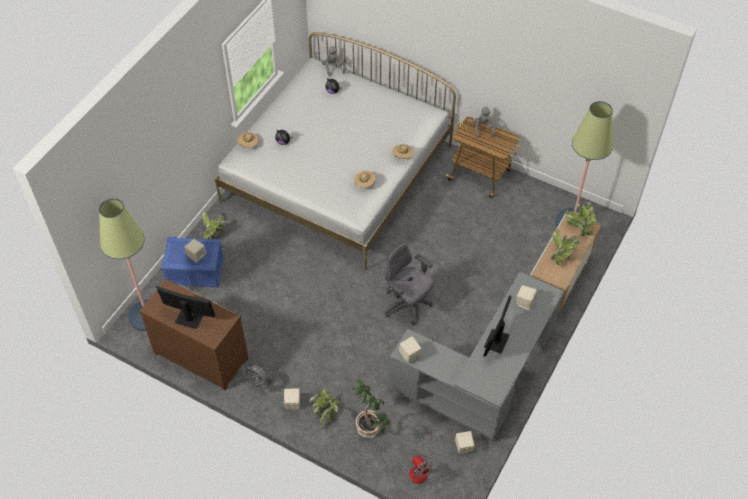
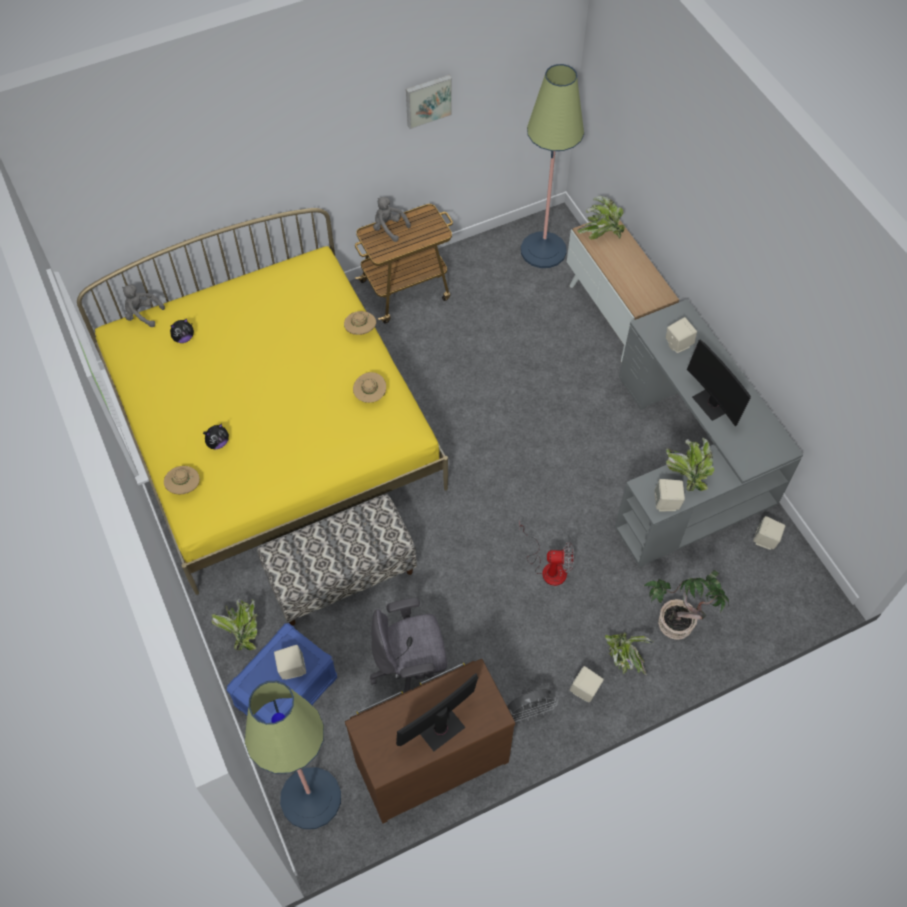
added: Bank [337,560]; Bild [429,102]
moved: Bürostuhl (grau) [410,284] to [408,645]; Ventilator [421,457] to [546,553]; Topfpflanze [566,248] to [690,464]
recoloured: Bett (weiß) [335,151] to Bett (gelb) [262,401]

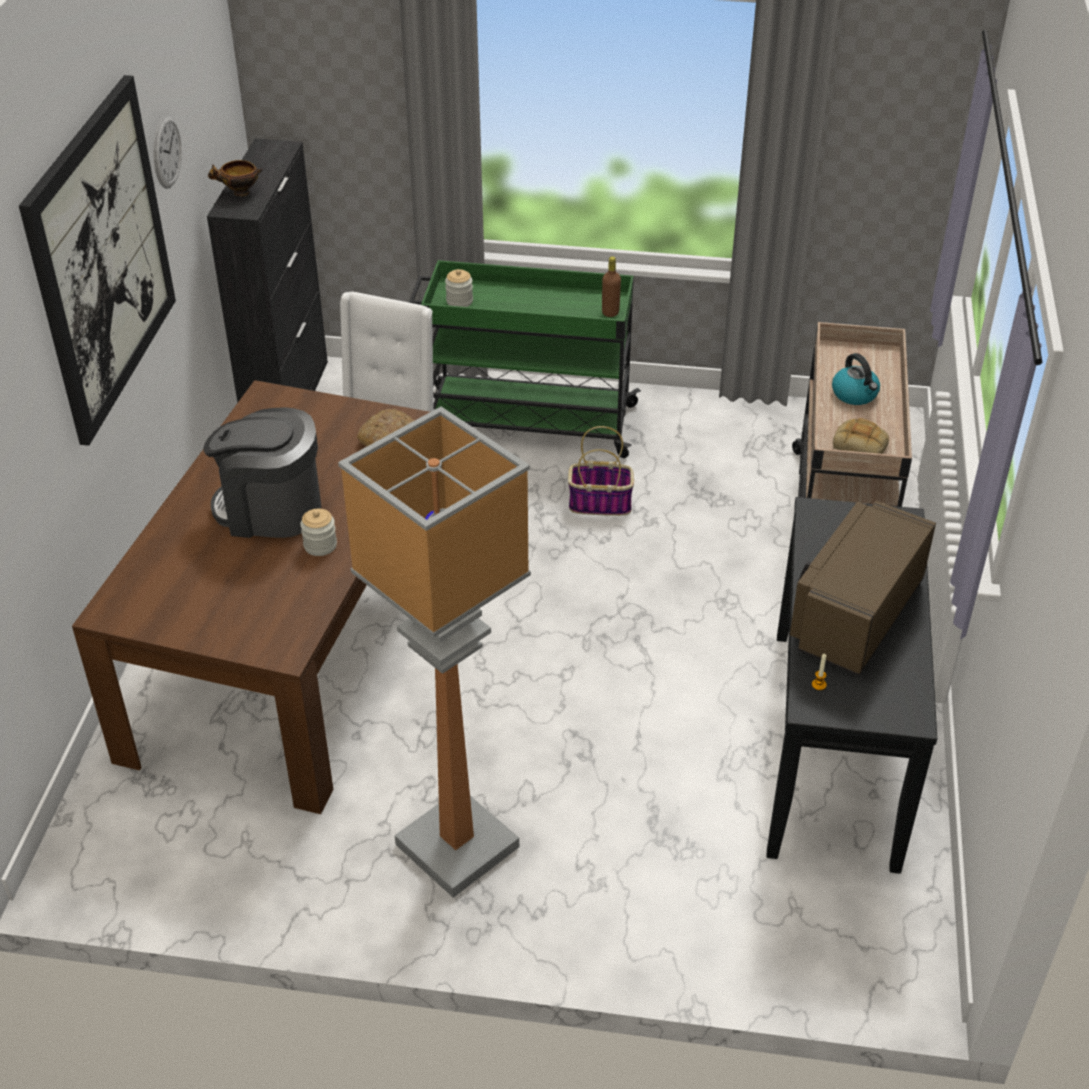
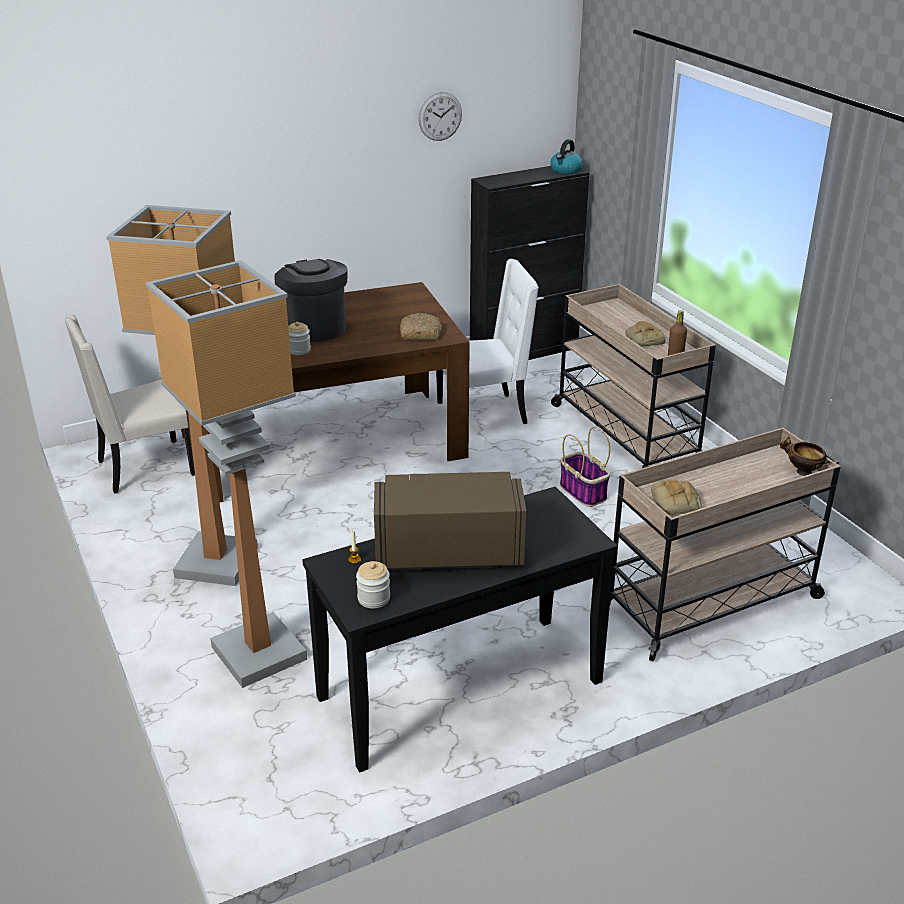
removed: Bild [97,260]
added: Stuhl (beige) [129,404]; Stehlampe [226,474]; Brot [645,334]
moved: Schüssel [235,178] to [805,456]; Vorratsglas [459,288] to [373,584]; Wasserkessel [856,379] to [566,156]
recoloured: Rollwagen (grün) [525,359] to Rollwagen (beige) [633,376]

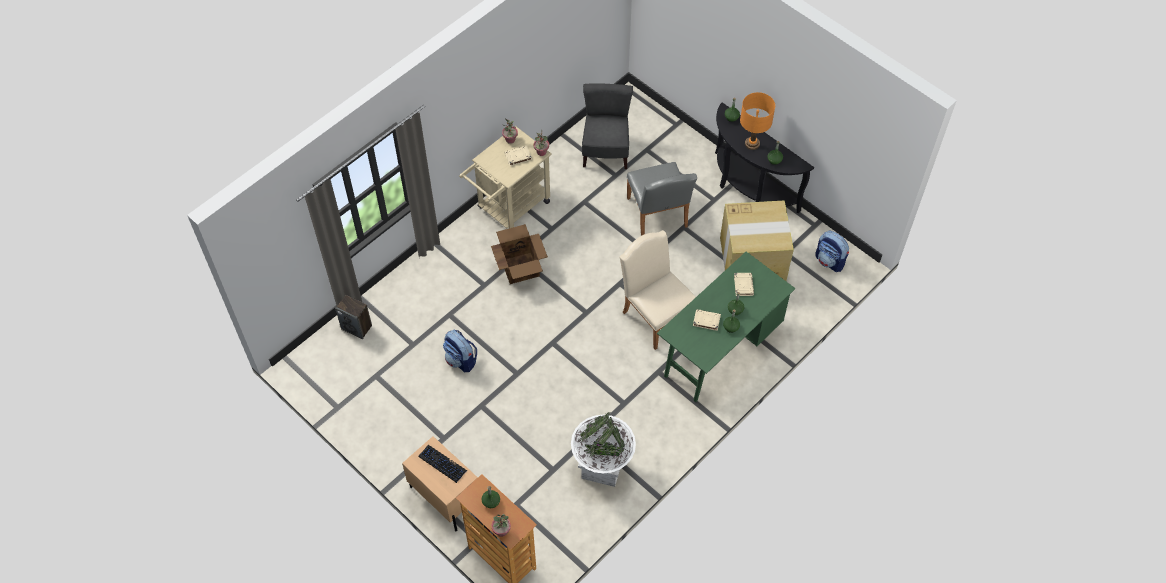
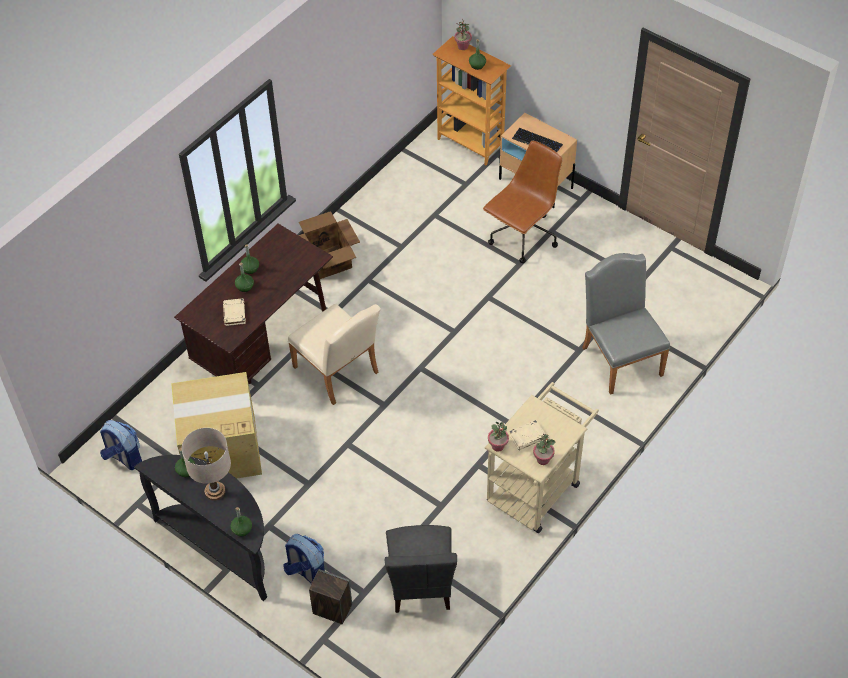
removed: Pflanzkübel (weiß) [603,449]; Buch (beige) [707,320]
added: Bürostuhl (braun) [522,202]
moved: Lautsprecher [353,317] to [330,596]; Rucksack [460,351] to [304,559]; Karton [519,254] to [329,245]; Stuhl (grau) [662,199] to [626,324]
recoloured: Schreibtisch (grün) [726,326] to Schreibtisch (braun) [253,304]; Tischlampe (orange) [757,121] to Tischlampe (beige) [206,464]

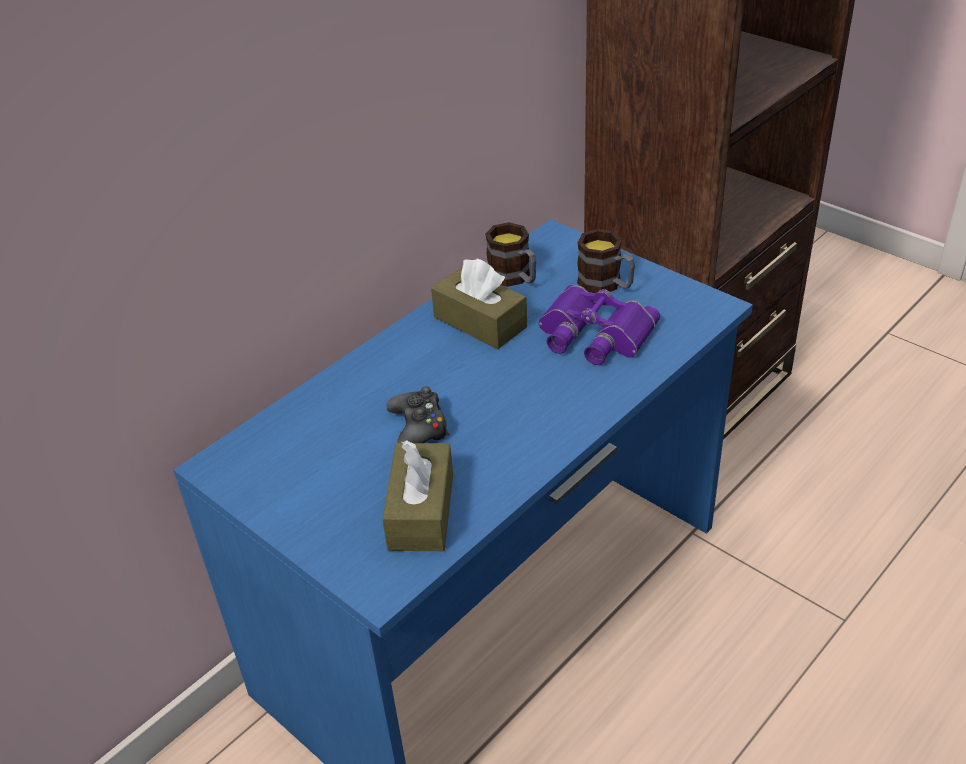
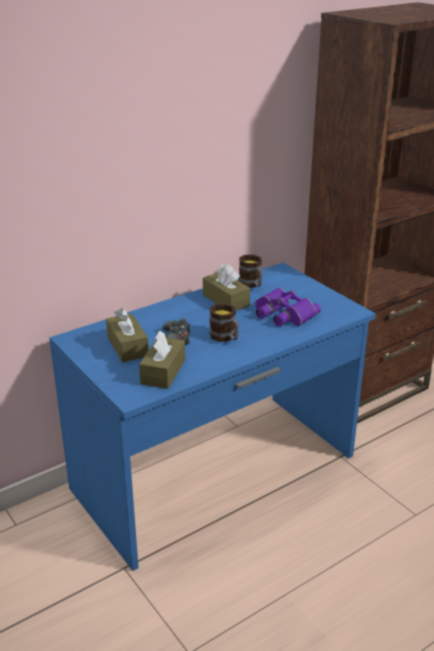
added: Taschentuchbox (braun) [127,335]
moved: Henkelbecher [606,261] to [224,322]

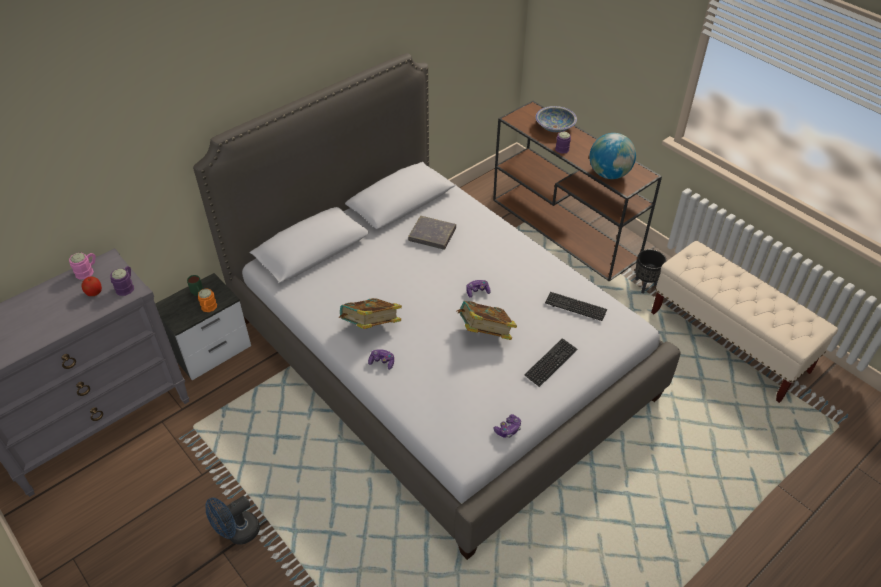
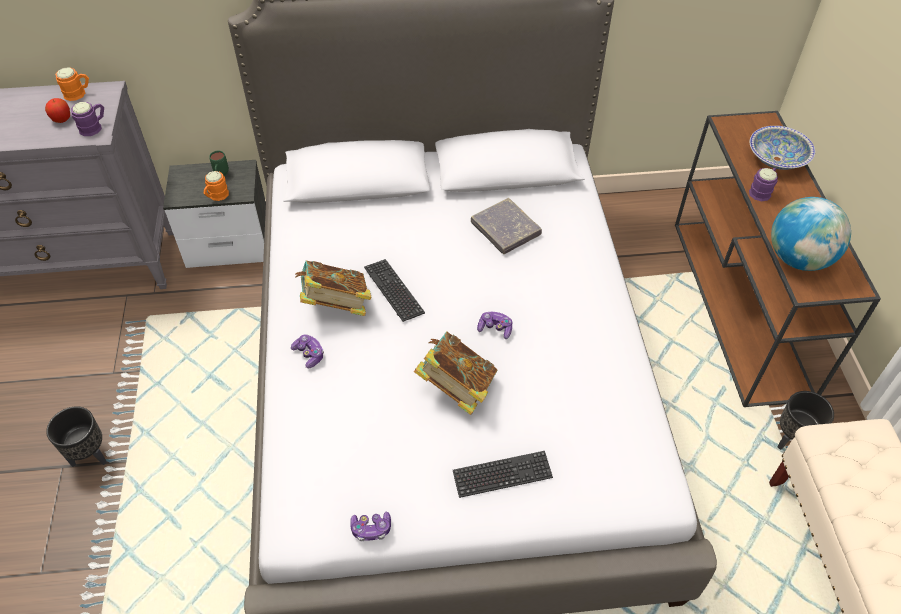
moved: Tastatur [576,306] to [394,290]
replaced: Ventilator (blau) [232,520] to Pflanzkübel (schwarz) [76,436]
recoloured: Henkelbecher (rosa) [82,266] to Henkelbecher (orange) [72,84]

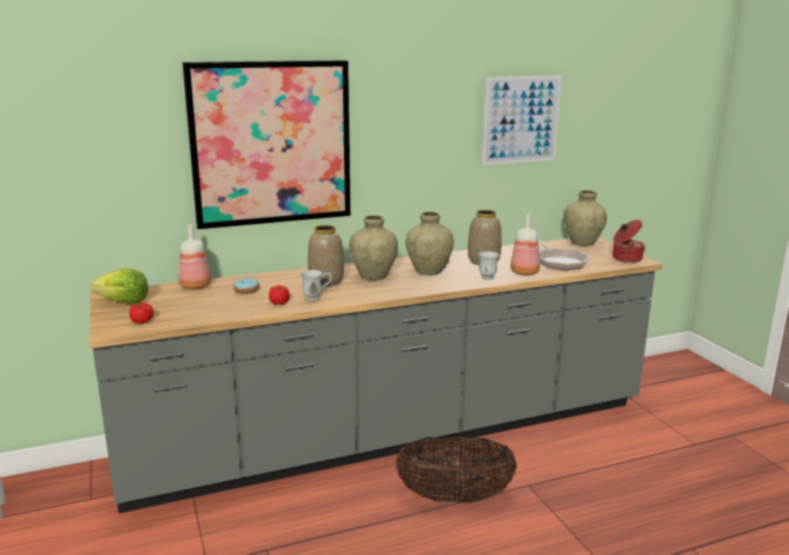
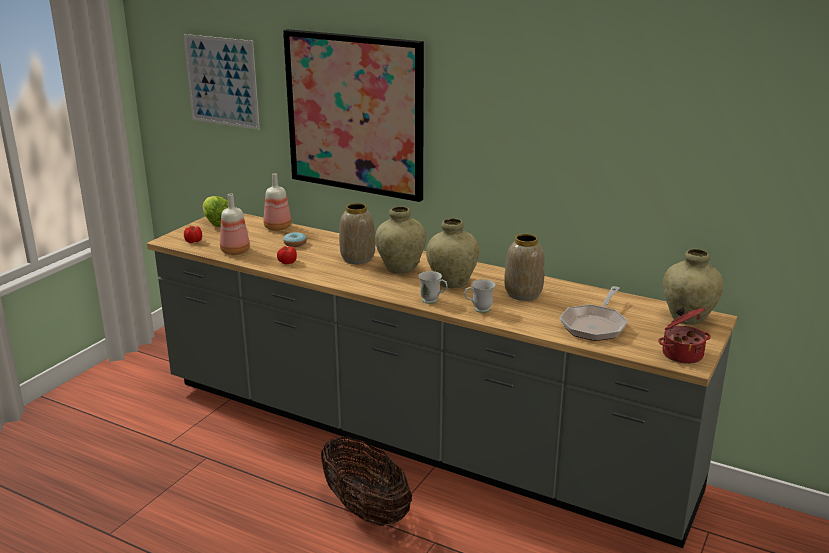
moved: Henkelbecher (weiß) [316,285] to [432,287]; Bild [522,120] to [221,82]; Flasche [525,244] to [235,224]

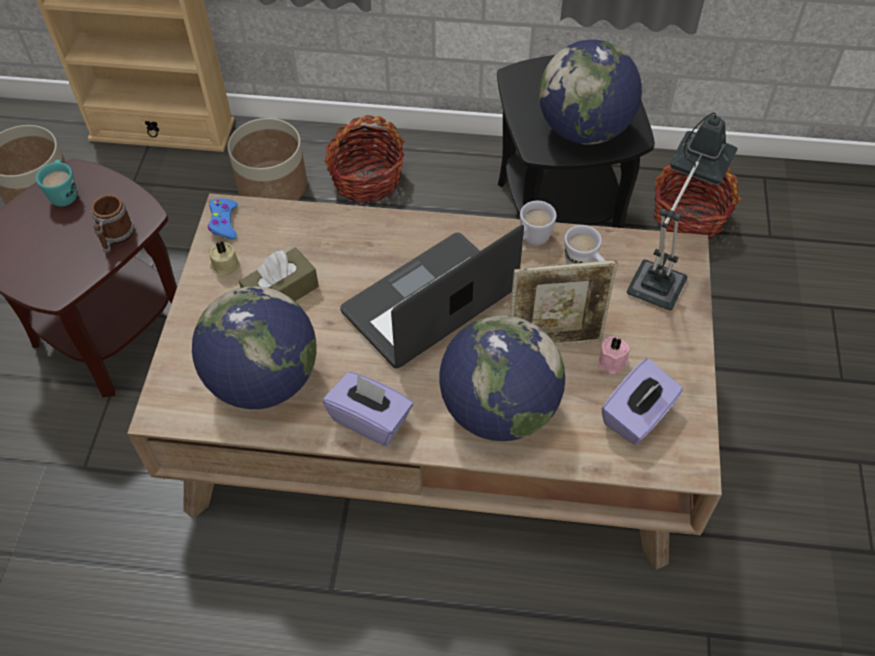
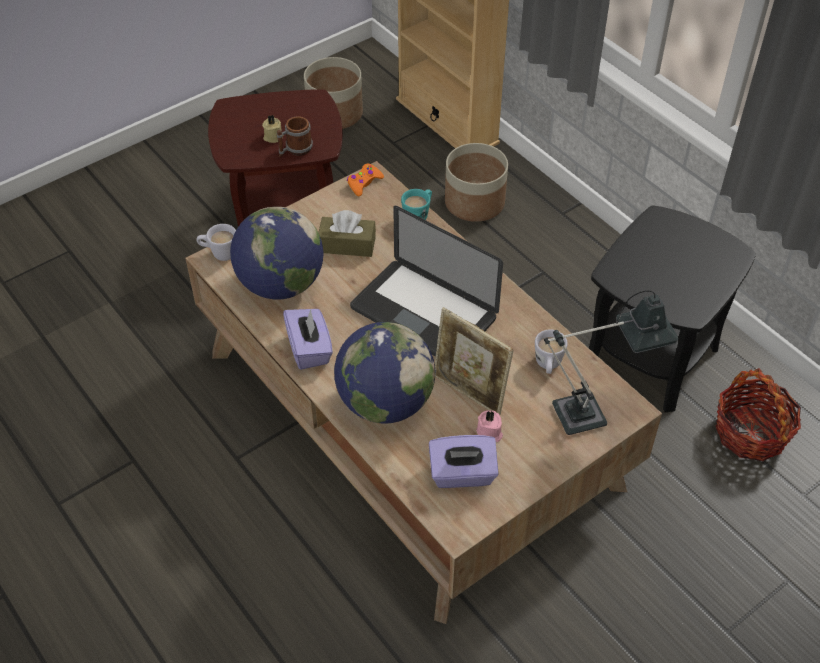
removed: Korb [364,159]; Globus [590,92]
moved: Henkelbecher (türkis) [56,183] to [416,204]; Kerze (beige) [224,259] to [272,129]; Henkelbecher (weiß) [538,223] to [216,242]
recoloured: Gamepad (blau) [223,218] to Gamepad (orange) [365,180]
turned: Laptop [432,296] = [426,281] 150 degrees counterclockwise

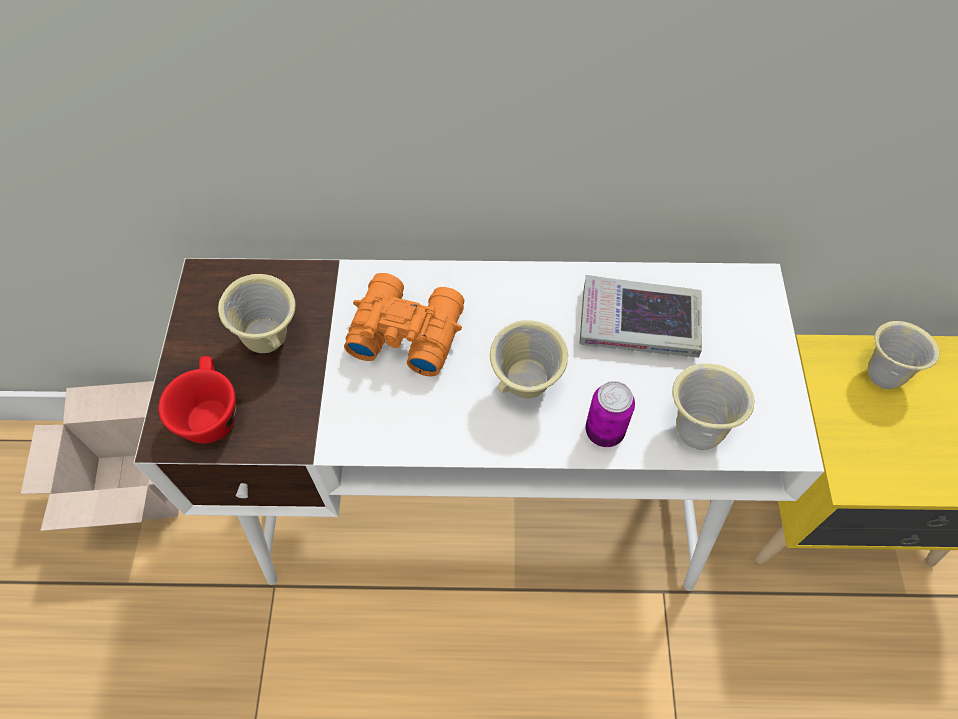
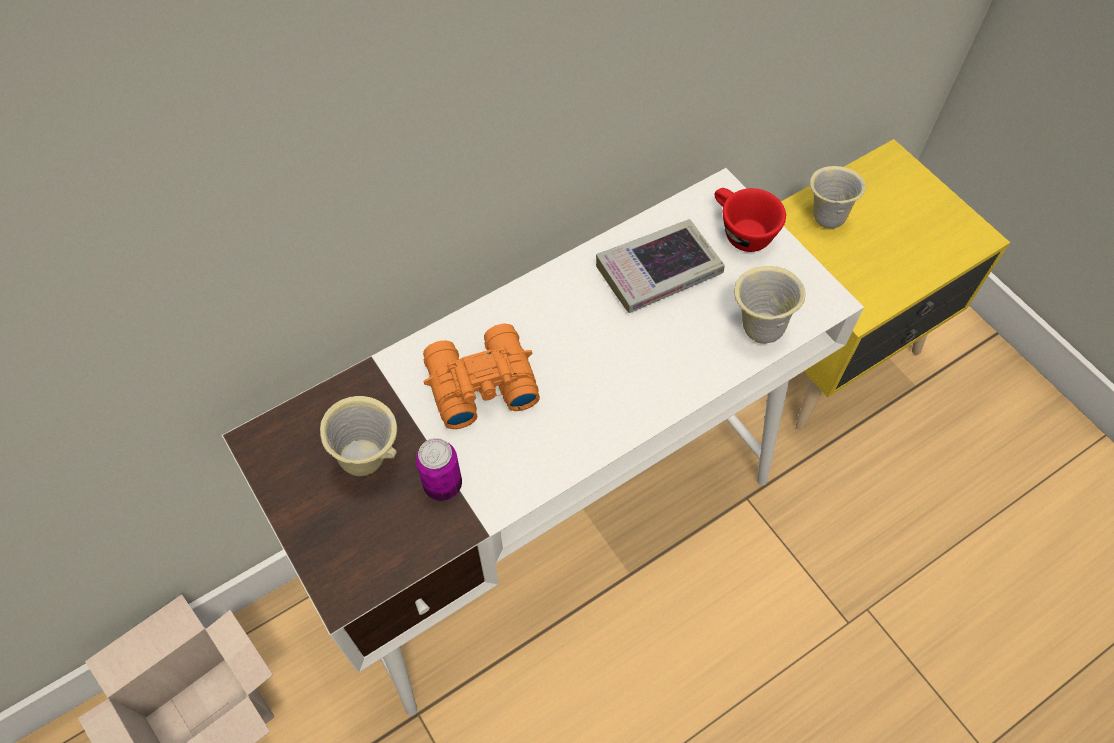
removed: Henkelbecher (beige) [529,359]
moved: Tasse (rot) [197,399] to [750,220]; Dose [610,414] to [439,469]

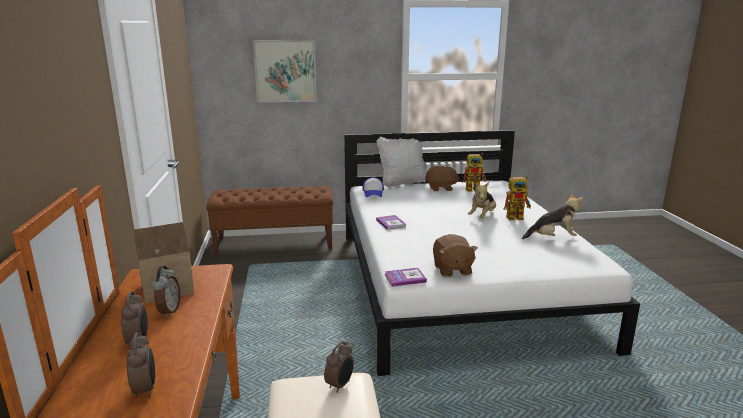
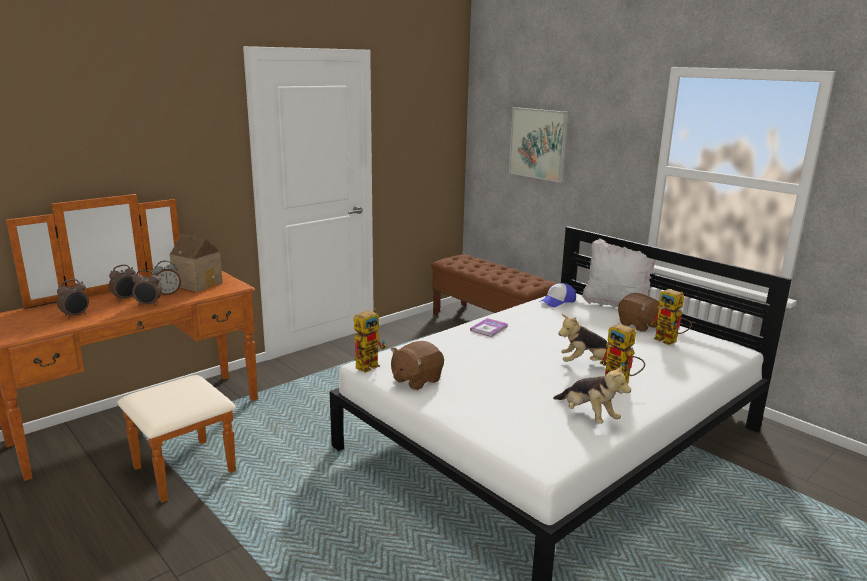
moved: Wecker [339,367] to [147,288]
replaced: Buch [405,277] to Spielzeugroboter [370,340]

